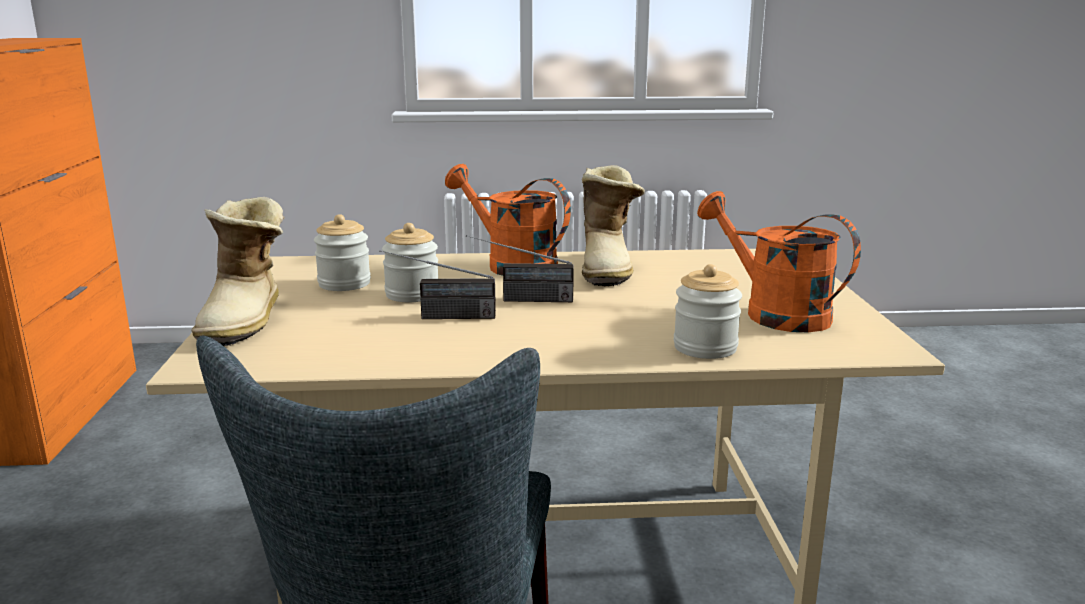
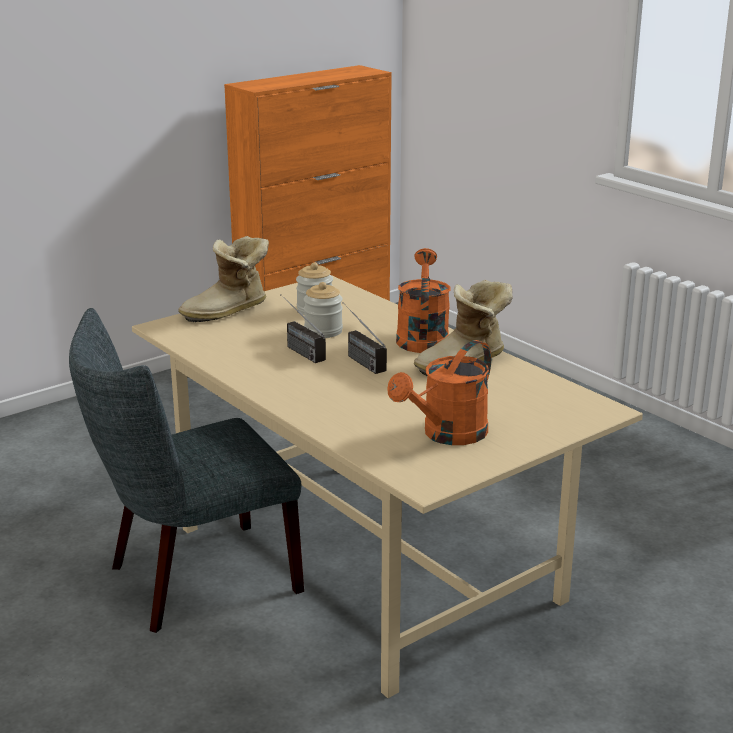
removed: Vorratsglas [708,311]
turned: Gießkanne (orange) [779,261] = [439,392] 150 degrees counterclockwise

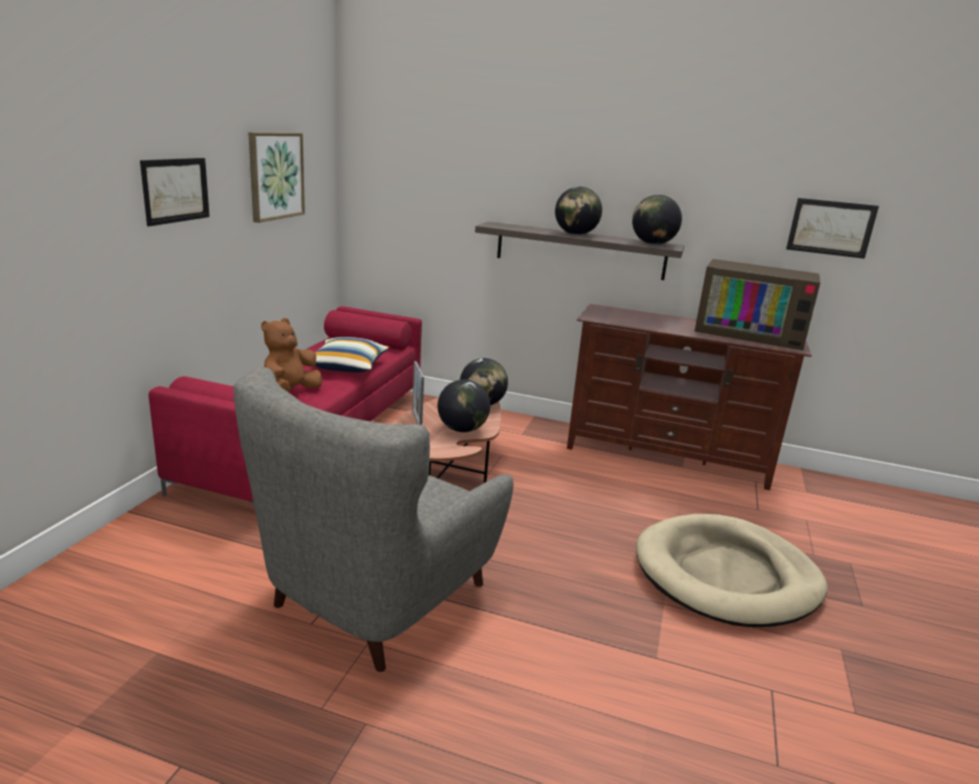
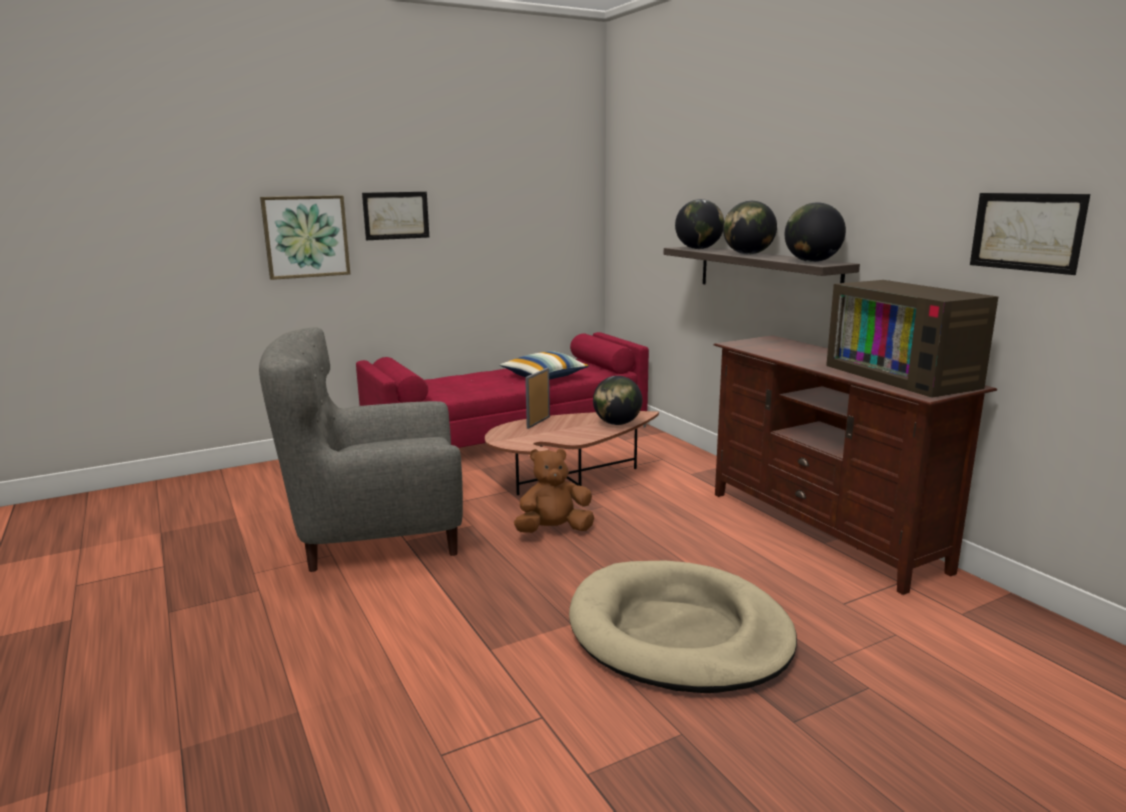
moved: Bild [277,177] to [305,237]; Plüschtier (braun) [291,355] to [554,490]; Globus [463,405] to [699,224]

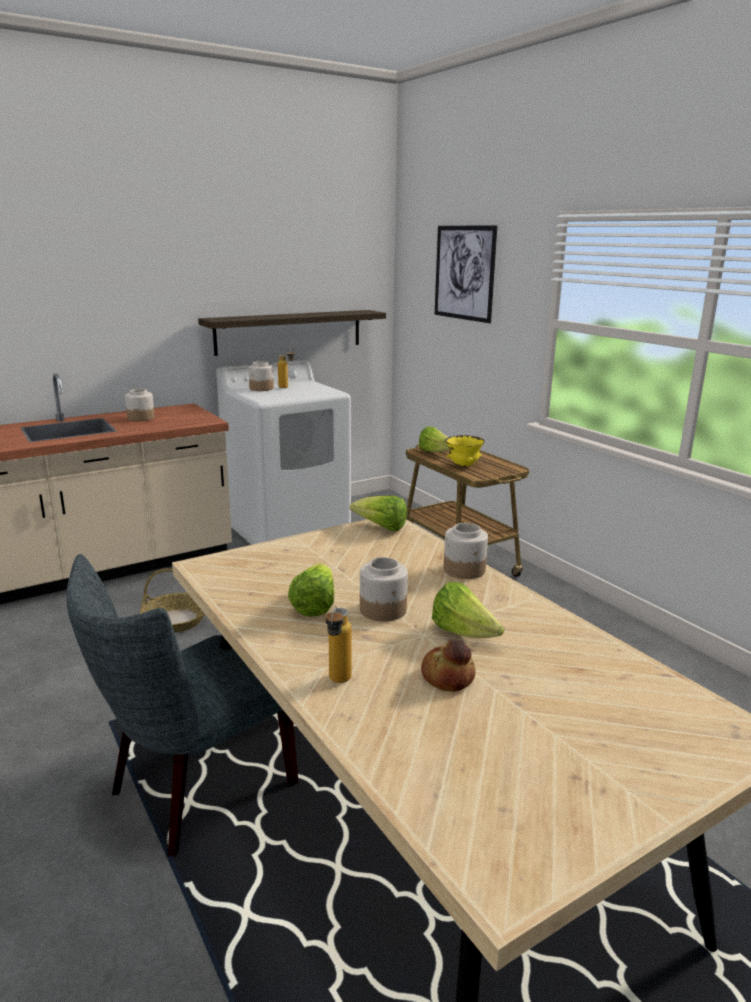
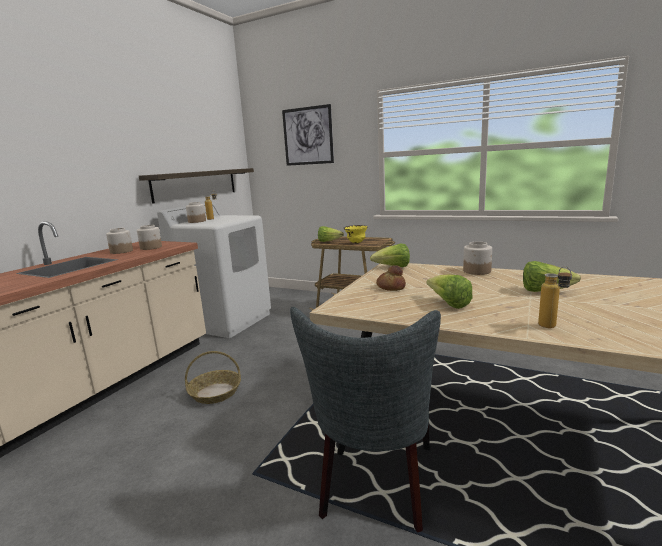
moved: Vorratsglas [384,589] to [149,237]; Brot [448,666] to [391,278]

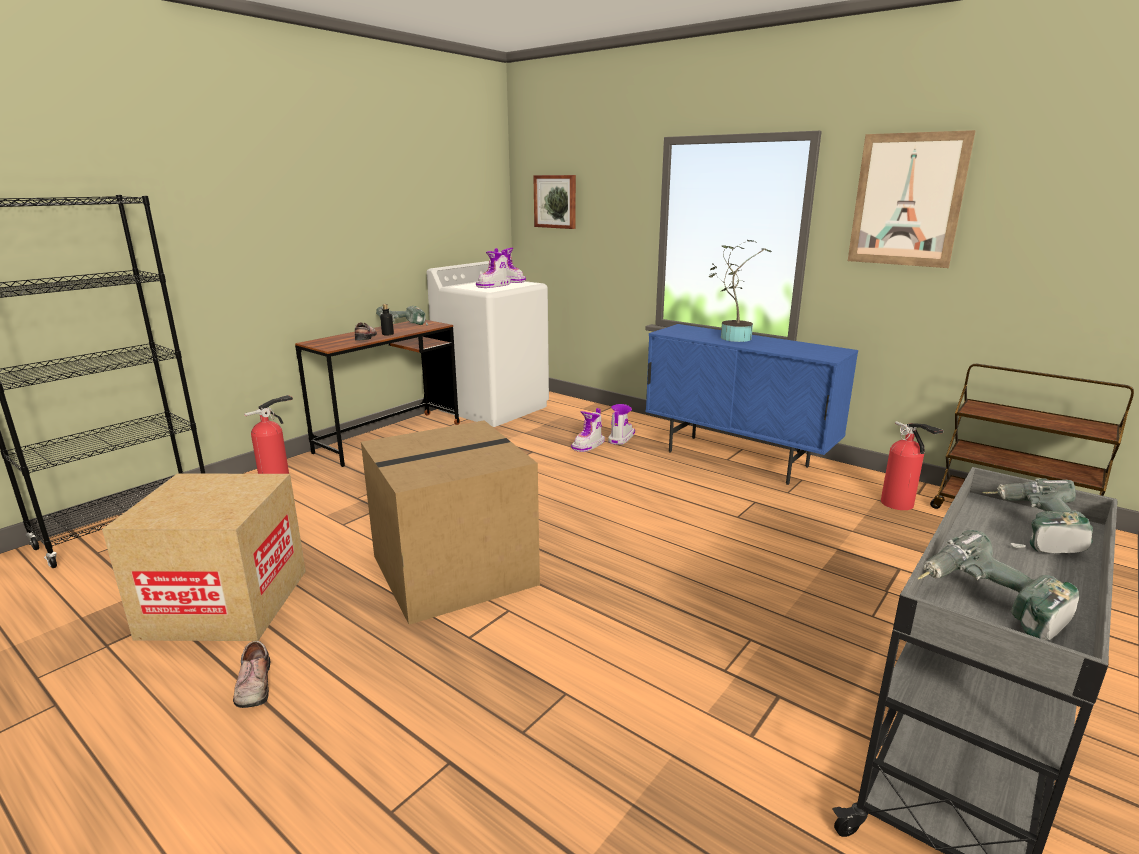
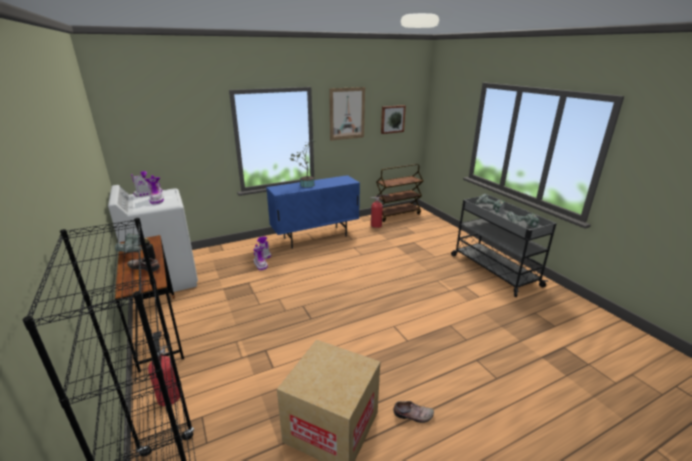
removed: Karton [450,522]
moved: Bild [554,202] to [393,119]

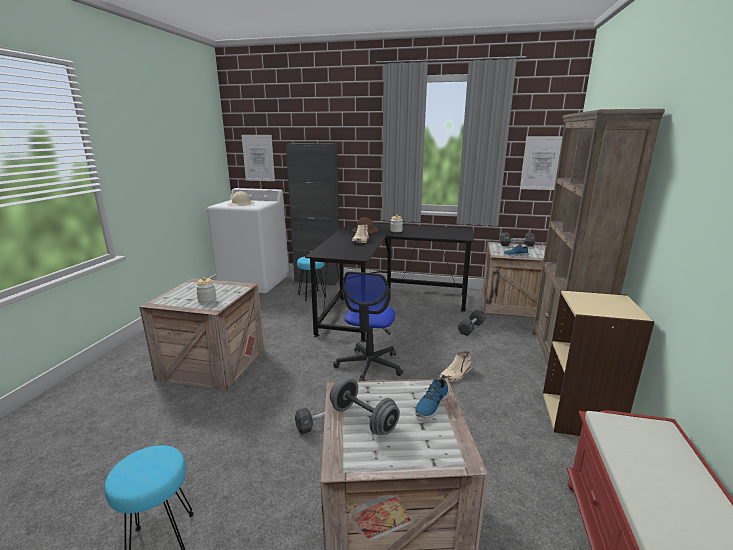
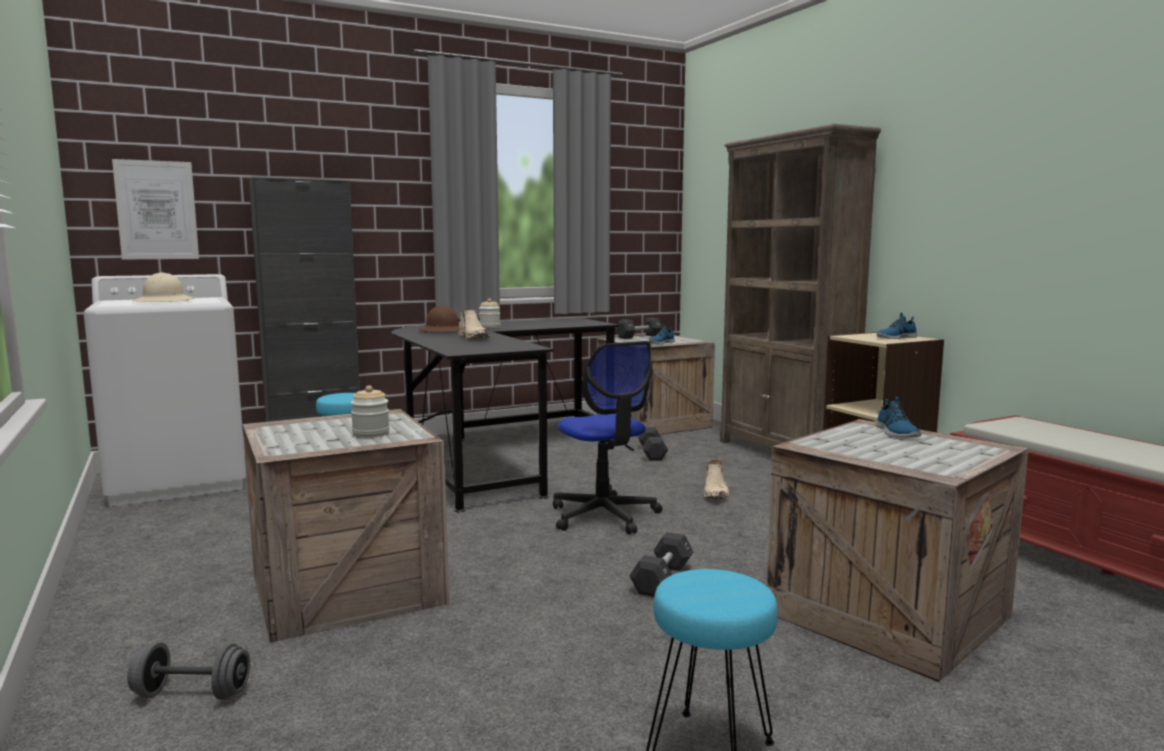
removed: Bild [541,163]
added: Schuh [897,325]
moved: Hantel (grau) [365,406] to [188,671]

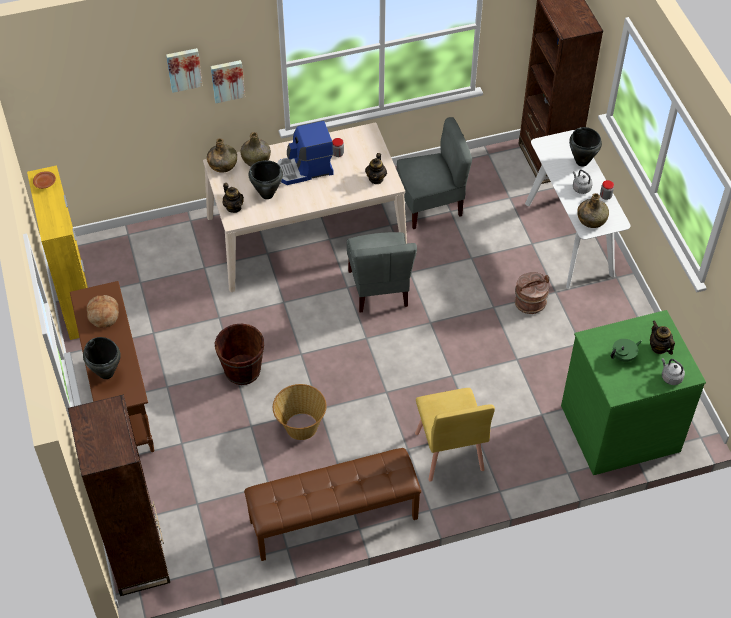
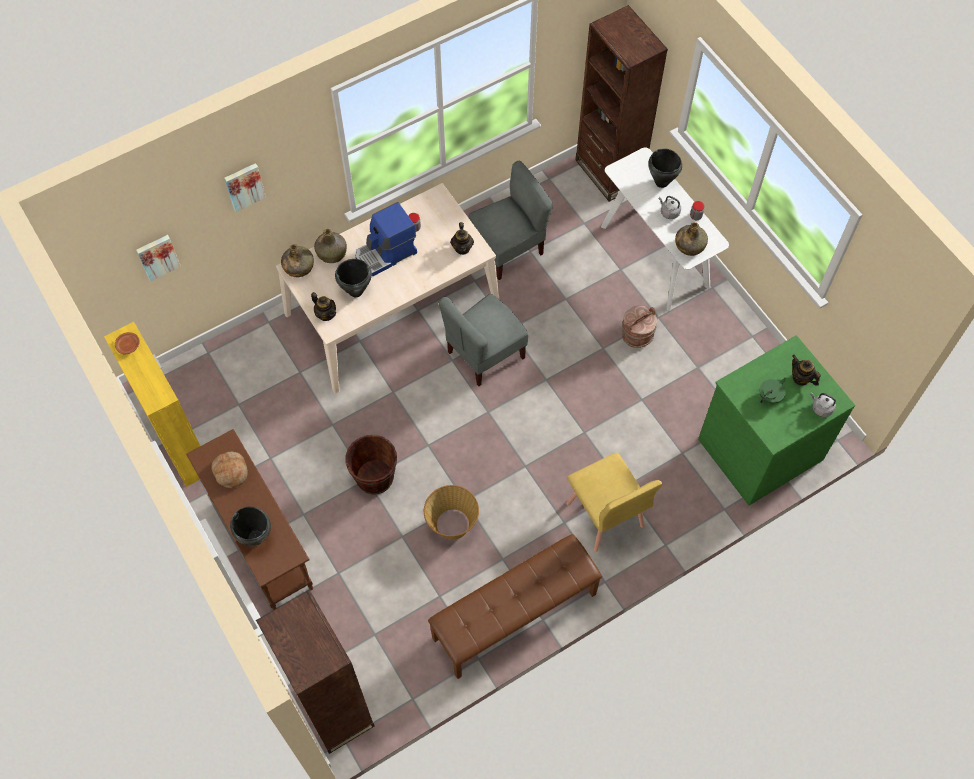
moved: Bild [228,81] to [158,258]
turned: Stuhl (grau) [382,272] = [483,339] 75 degrees clockwise

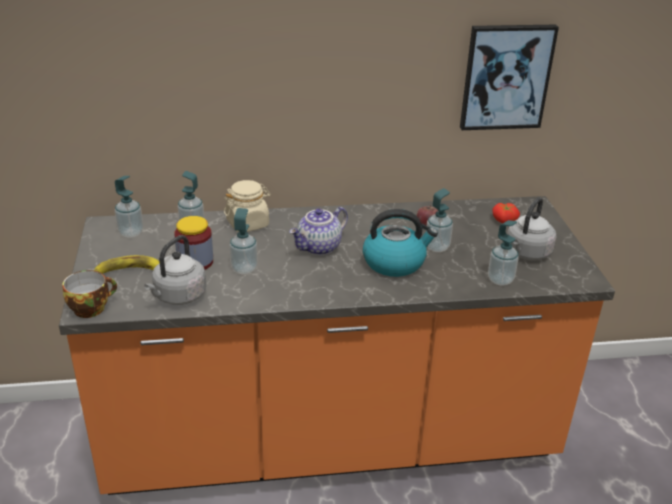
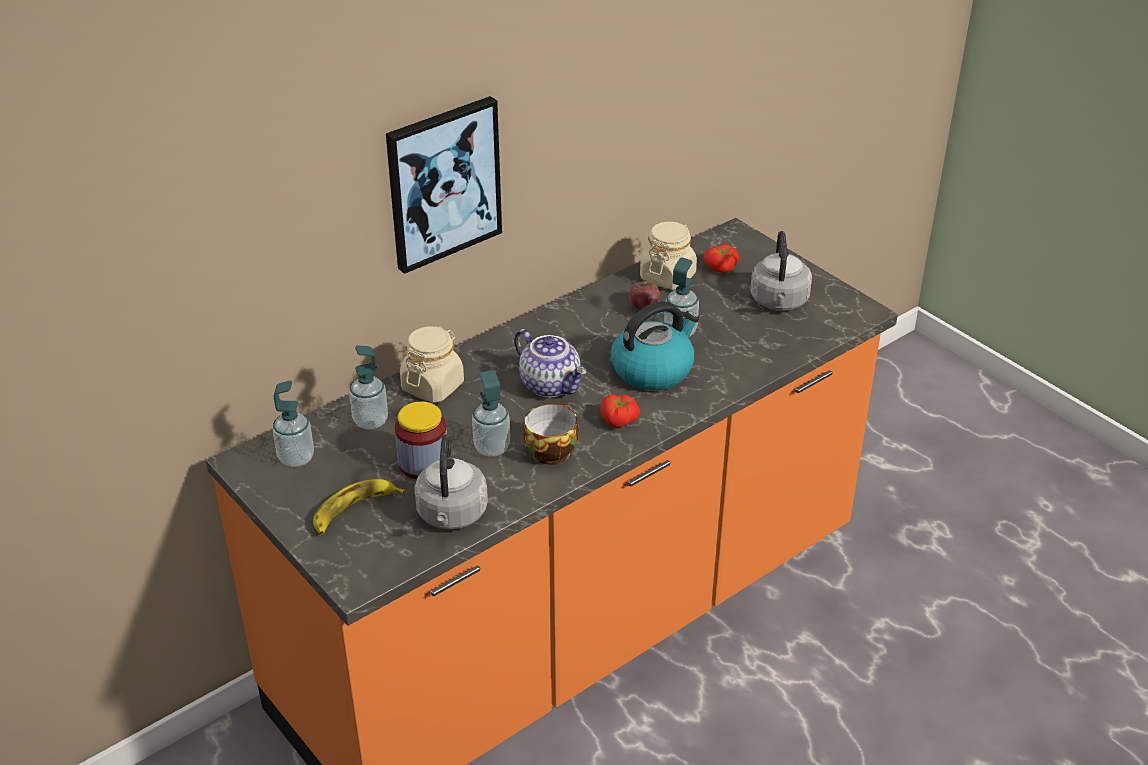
removed: Seifenspender [503,253]
added: Tomate [620,410]; Vorratsglas (beige) [668,256]
moved: Tasse [89,294] to [551,434]; Bild [509,77] to [444,185]
turned: Teekanne [318,231] = [550,363] 60 degrees counterclockwise

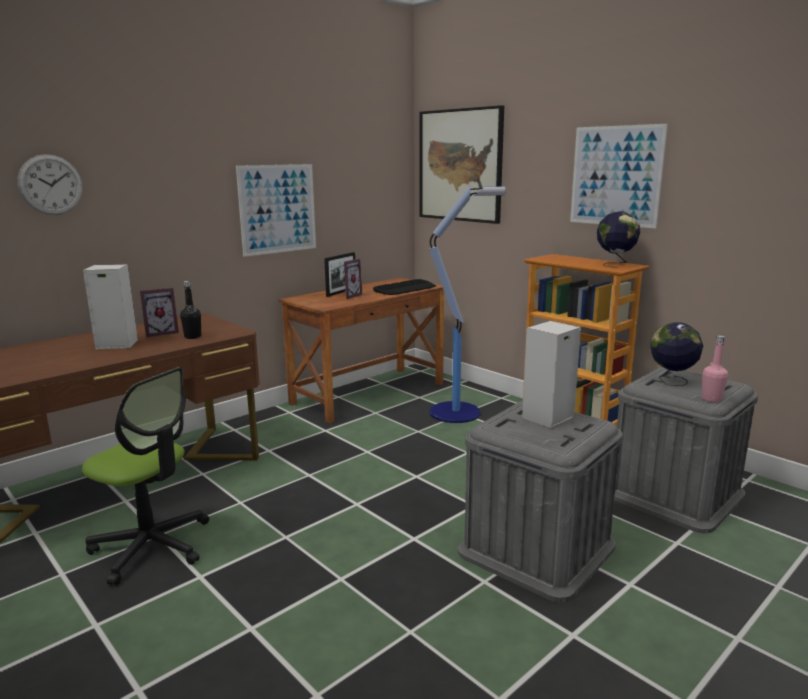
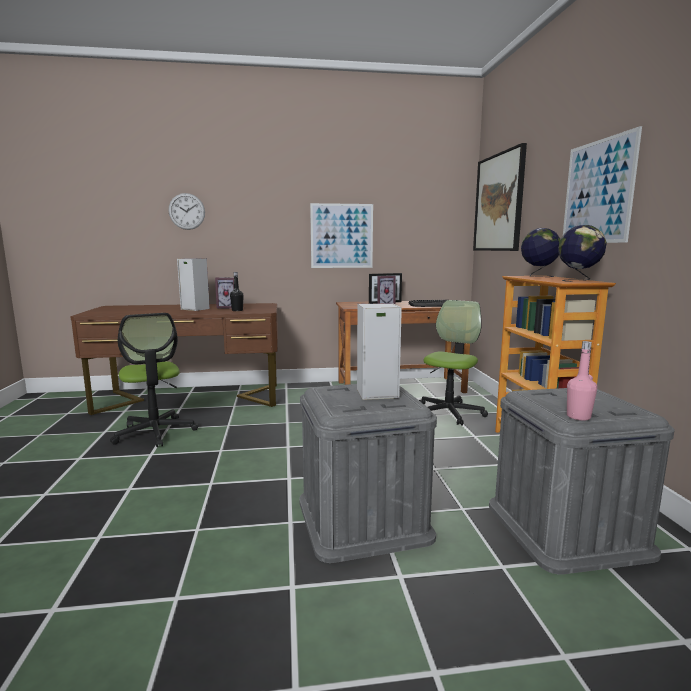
moved: Globus [676,354] to [540,252]
replaced: Stehlampe [467,304] to Bürostuhl [453,363]

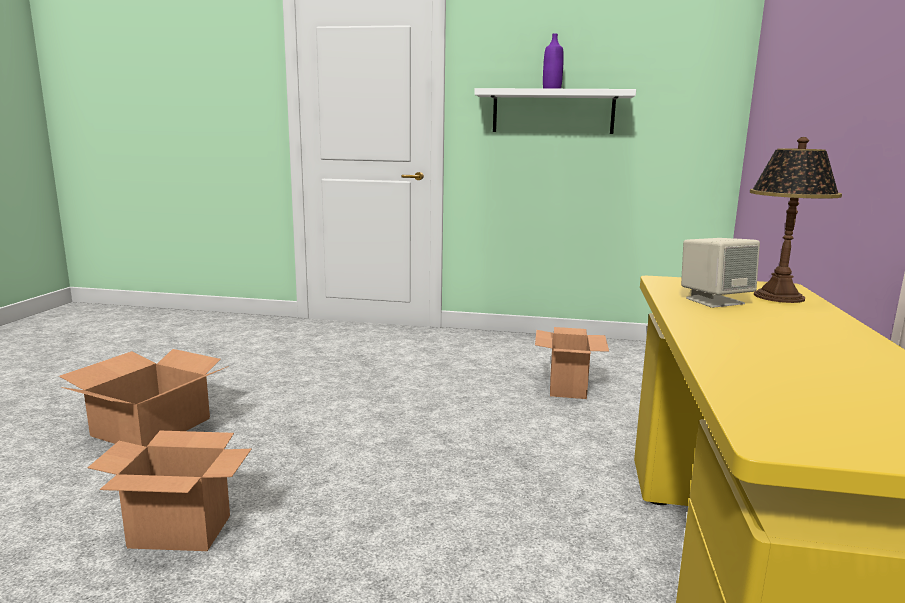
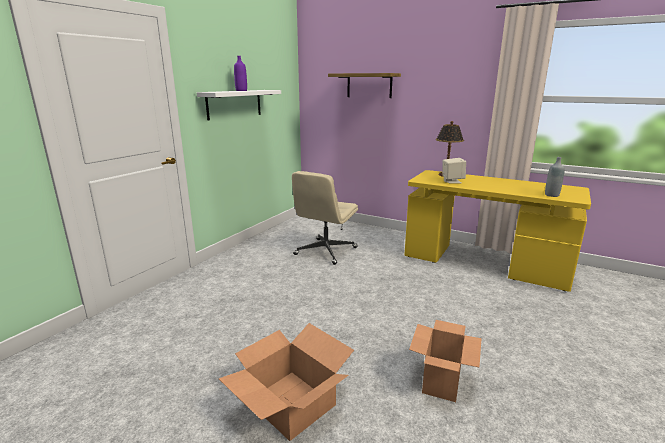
added: Wandregal [364,85]; Flasche (grau) [555,177]
replaced: Karton [572,363] to Bürostuhl (beige) [325,218]

